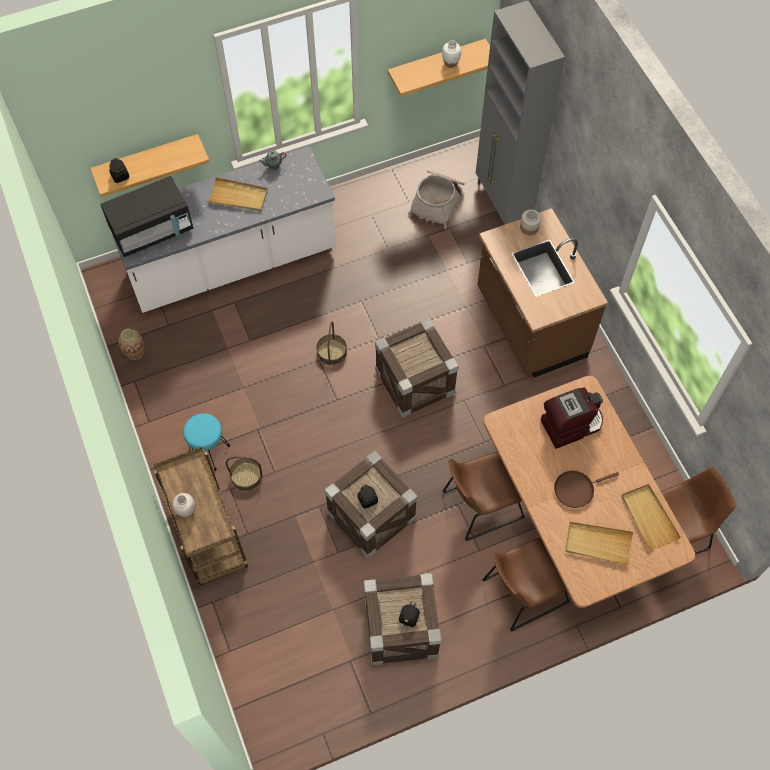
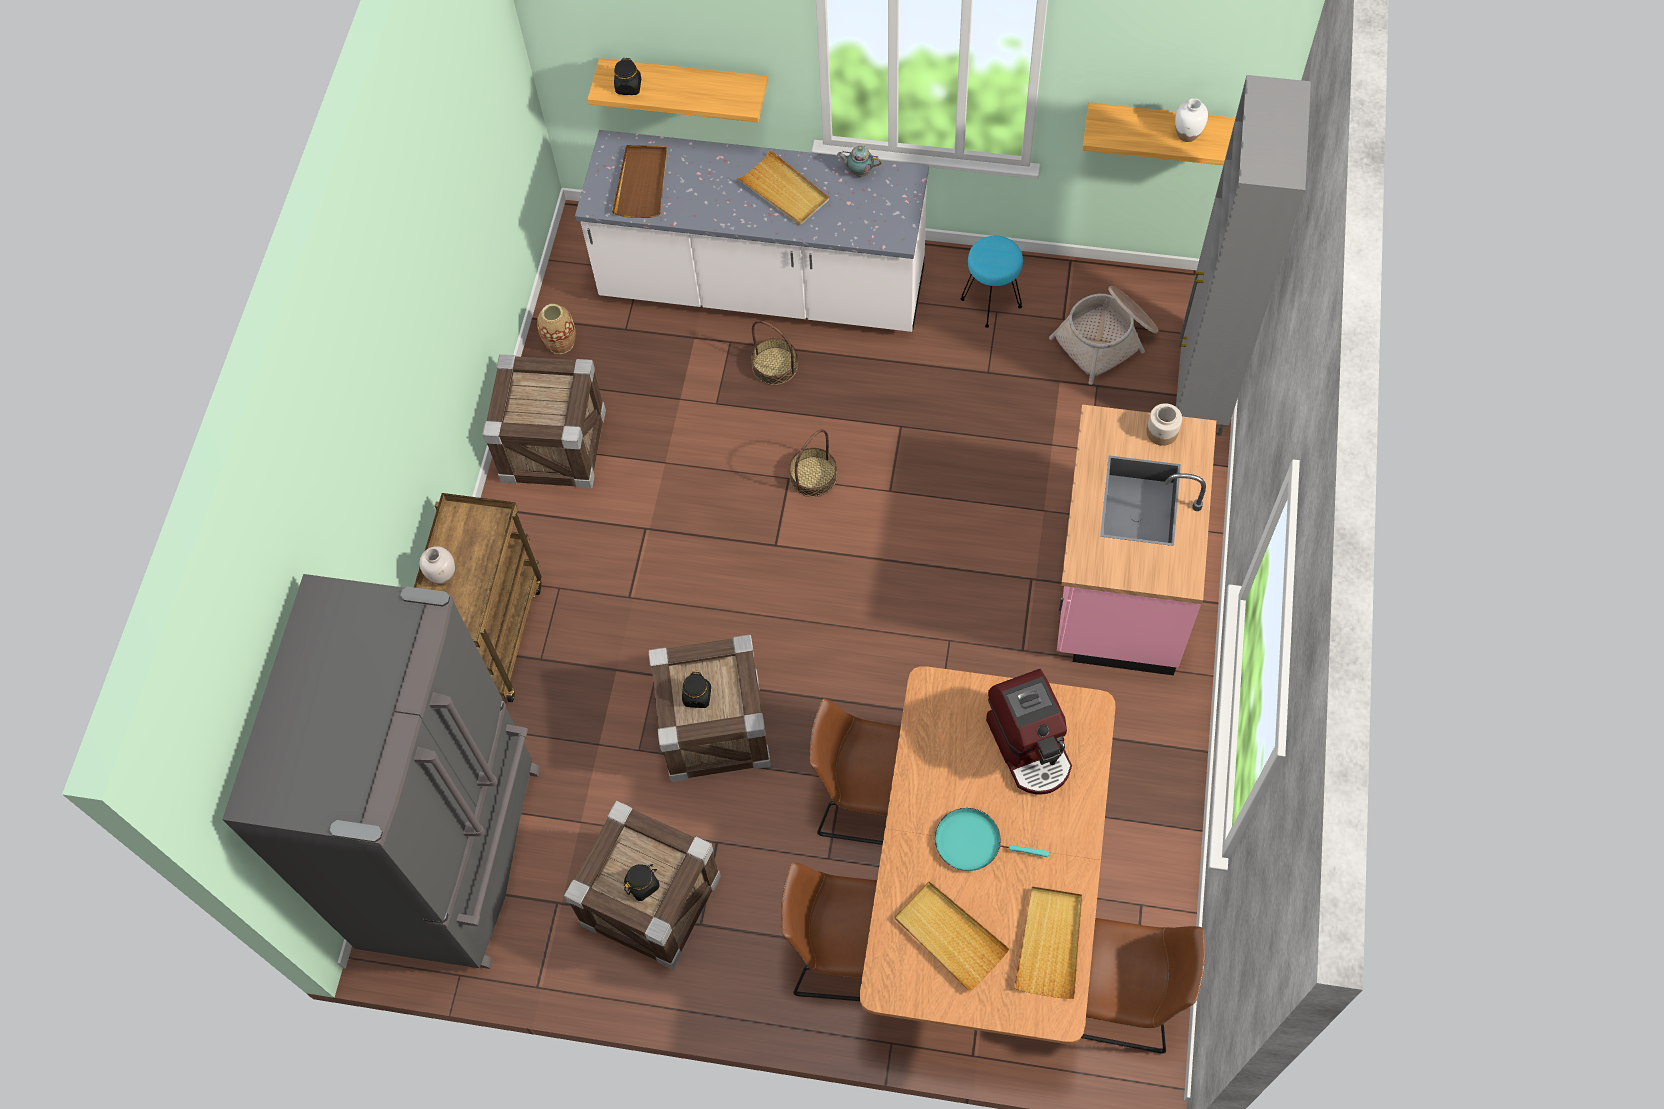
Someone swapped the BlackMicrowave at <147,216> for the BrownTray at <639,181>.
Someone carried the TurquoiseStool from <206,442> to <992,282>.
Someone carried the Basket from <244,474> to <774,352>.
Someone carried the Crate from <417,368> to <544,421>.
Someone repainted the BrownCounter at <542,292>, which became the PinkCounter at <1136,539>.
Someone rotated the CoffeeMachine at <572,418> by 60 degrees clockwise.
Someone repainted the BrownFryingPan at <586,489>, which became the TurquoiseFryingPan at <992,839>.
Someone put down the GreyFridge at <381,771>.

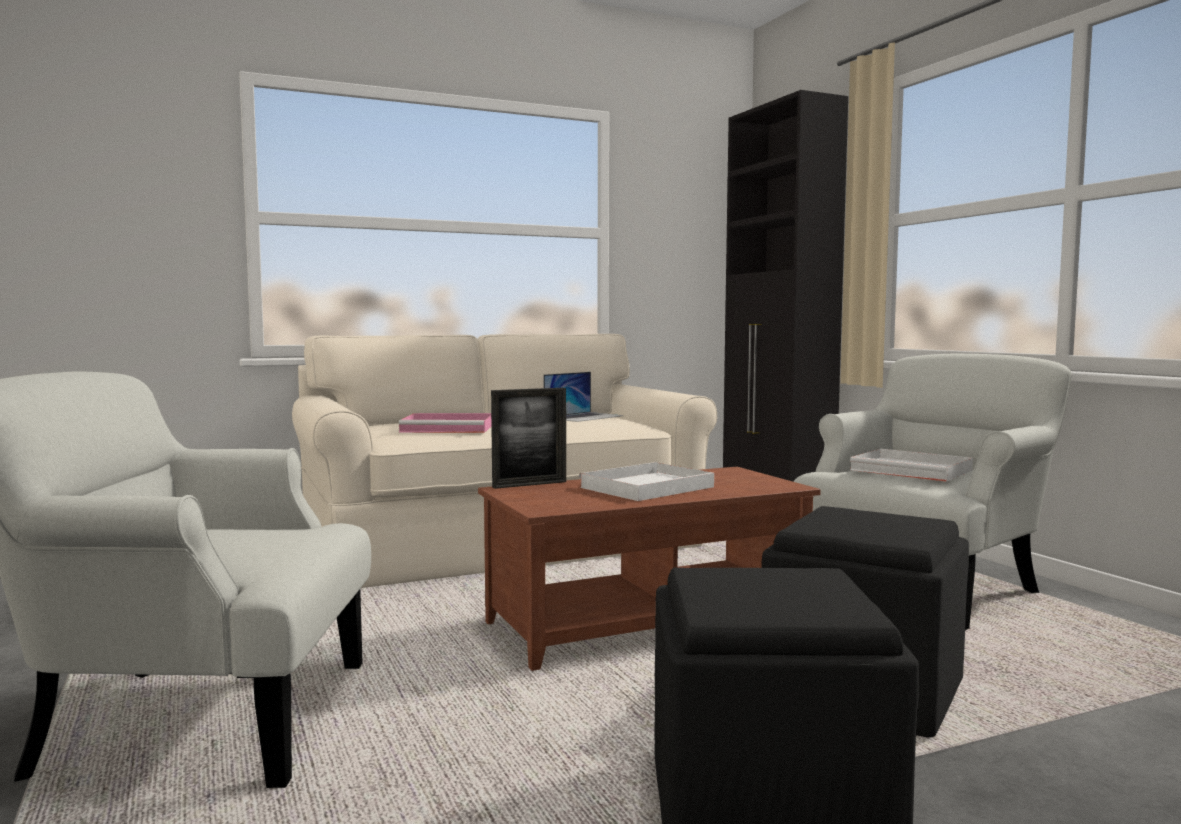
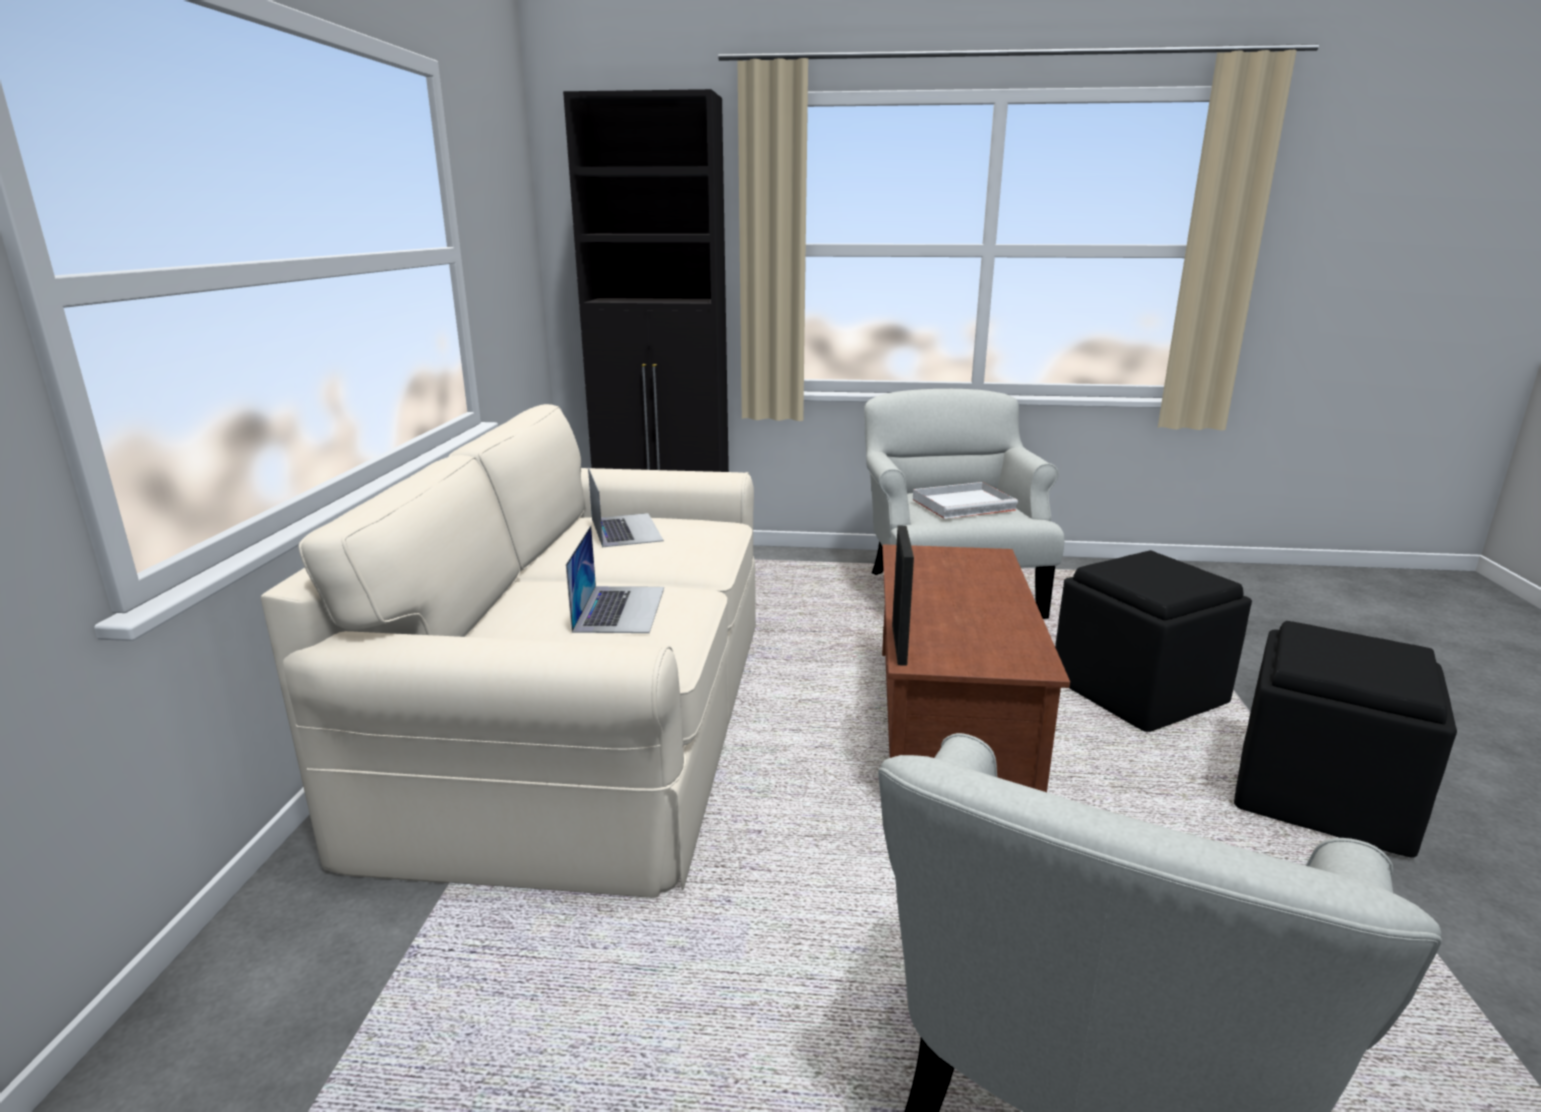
Someone swapped the PinkTray at <445,423> for the Laptop at <615,579>.
Someone took away the WhiteTray at <646,481>.

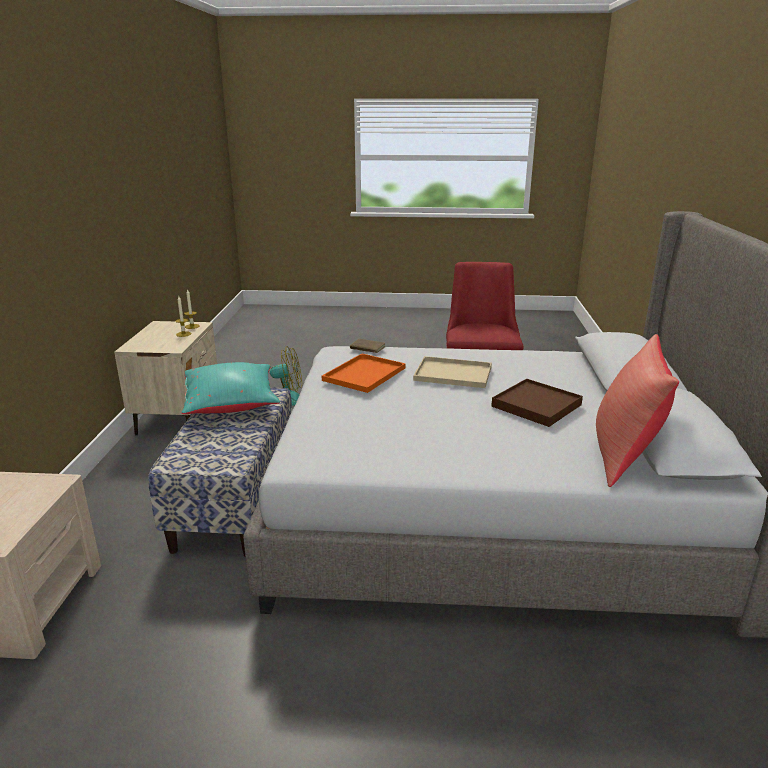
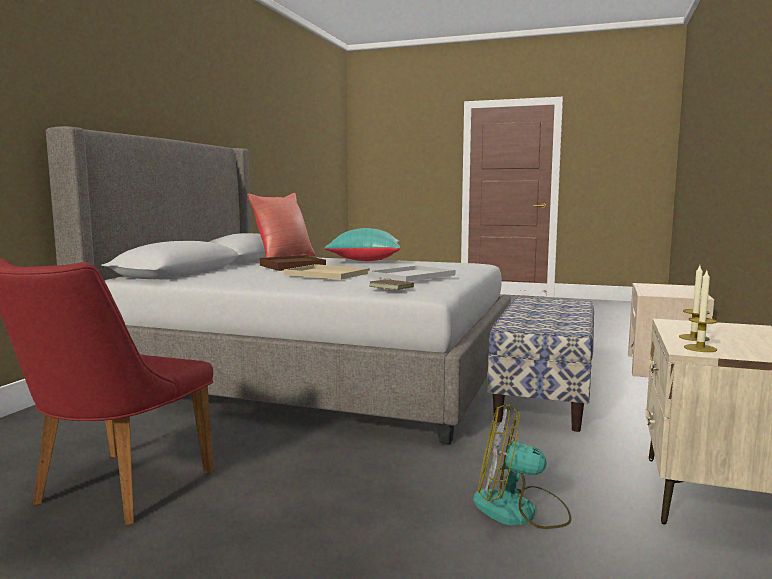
Someone carried the TurquoisePillow from <230,388> to <362,244>.
Someone repainted the OrangeTray at <363,373>, which became the WhiteTray at <411,273>.

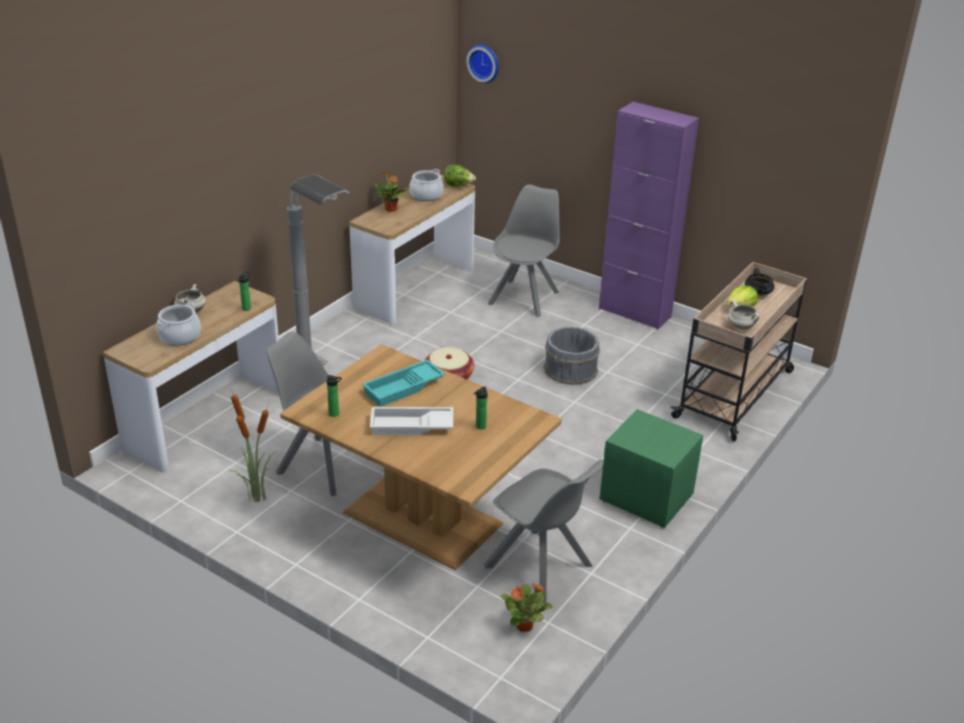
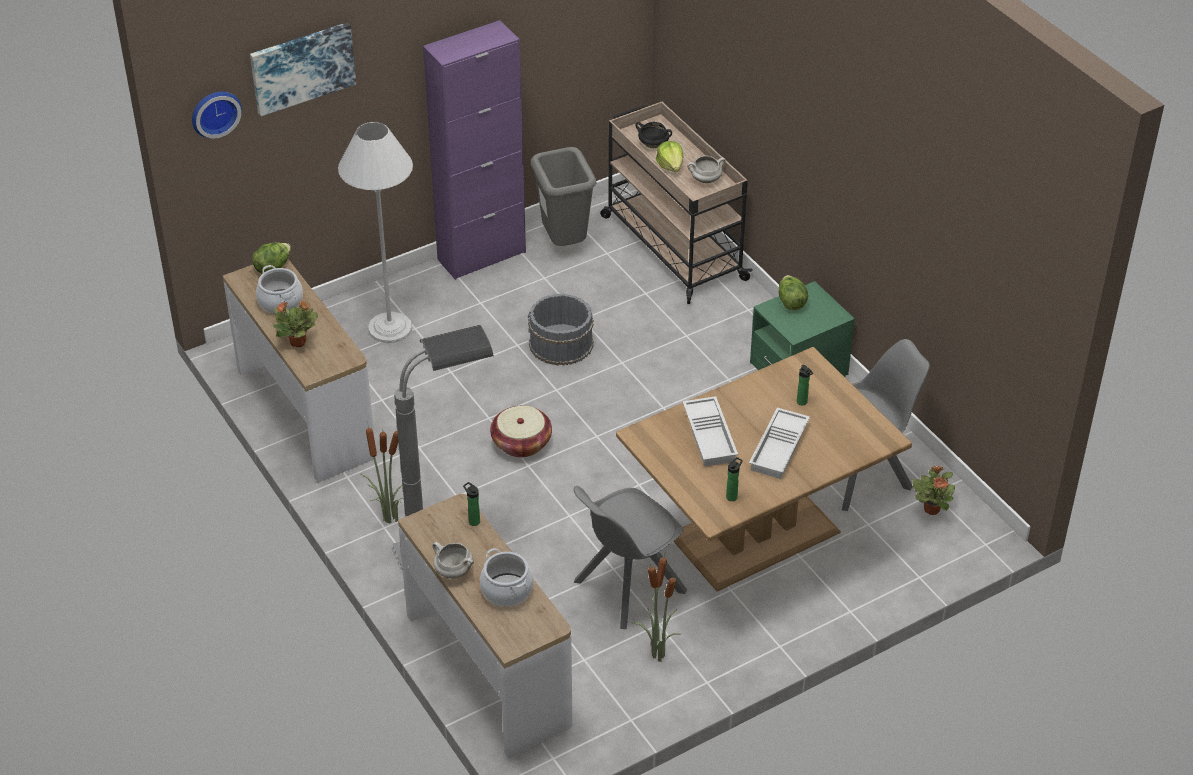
Someone repainted the TurquoiseTray at <403,383>, which became the WhiteTray at <710,431>.
Someone swapped the GreyChair at <524,250> for the WhiteFloorLamp at <375,232>.
Someone put up the Picture at <303,69>.
Someone put down the PottedPlant at <382,472>.
Someone put down the GreyTrashCan at <563,196>.
Someone put down the Lettuce at <793,292>.

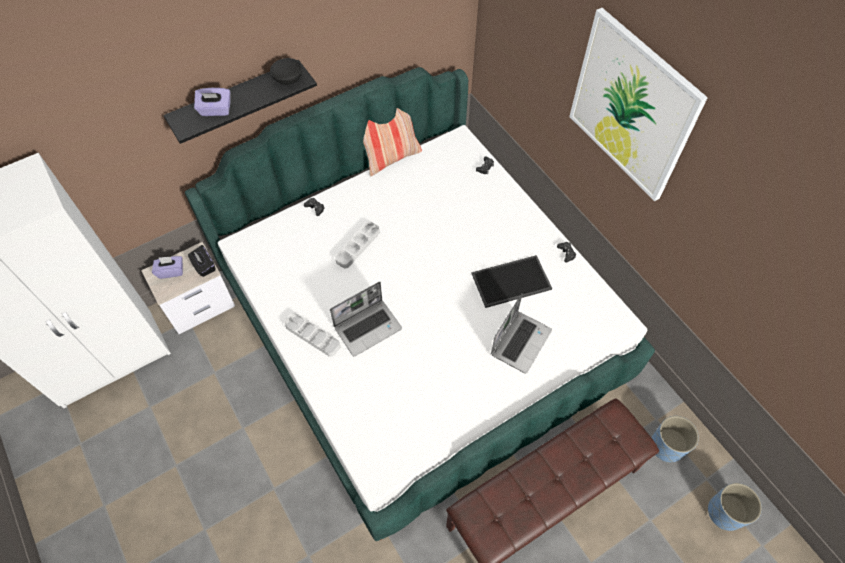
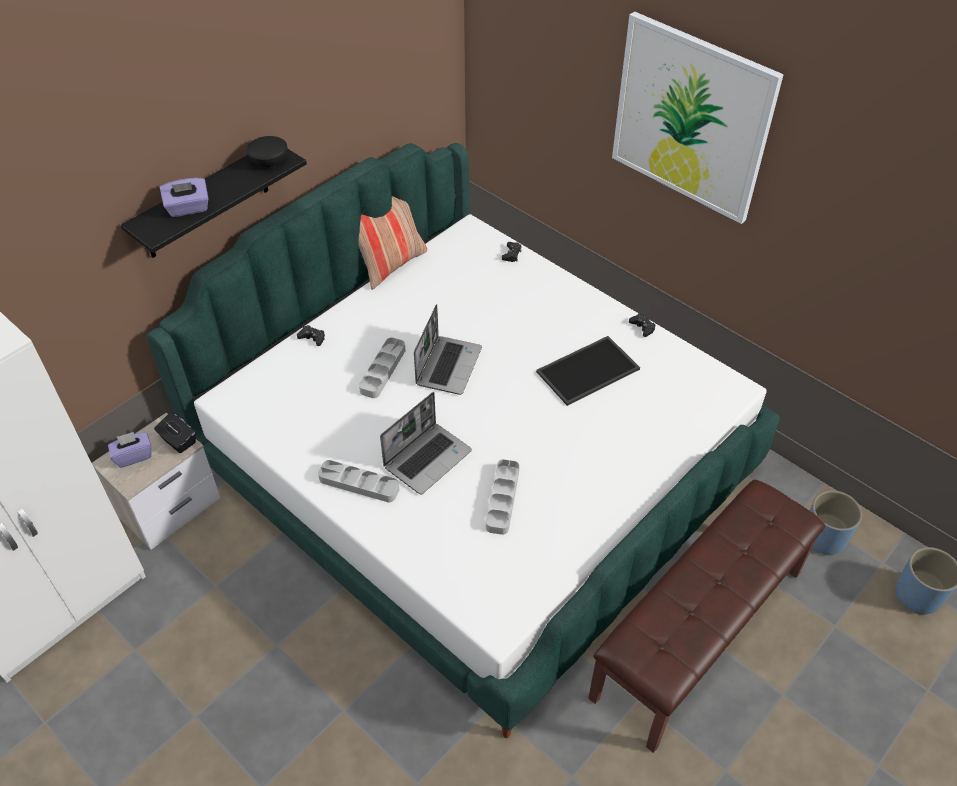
Someone carried the Laptop from <521,333> to <448,349>.
Someone put down the GreyTray at <503,497>.

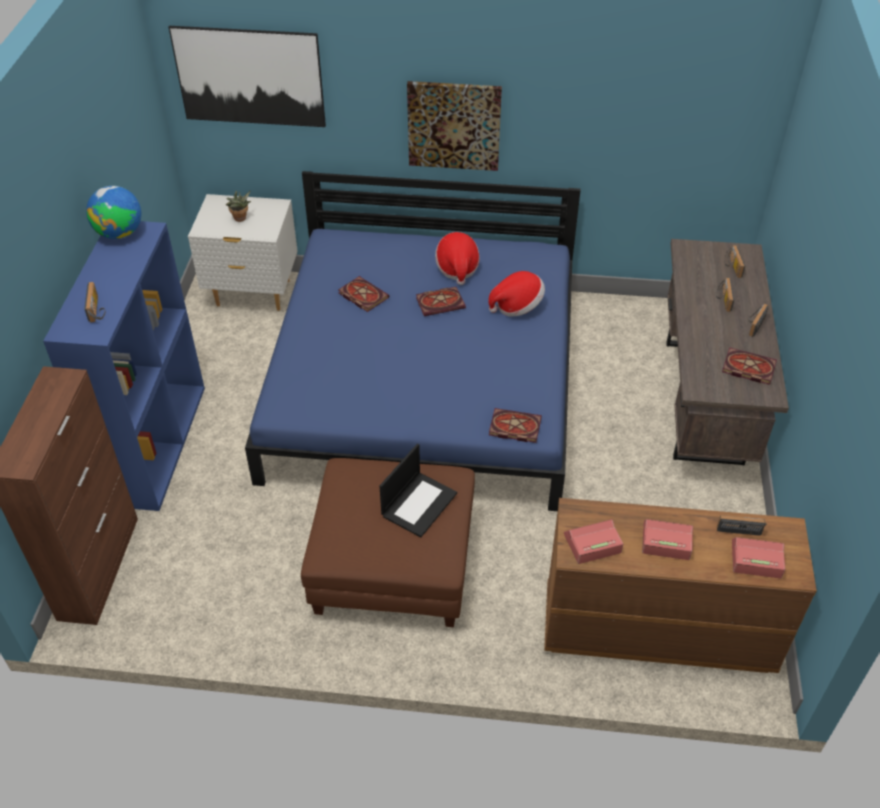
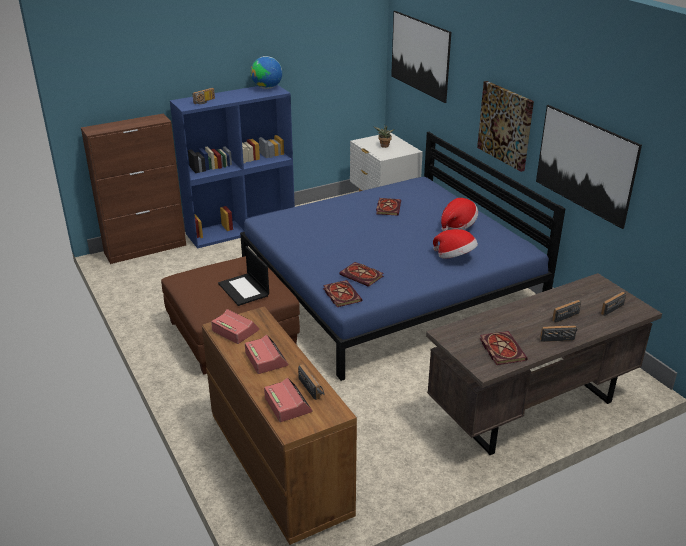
Someone rotated the Laptop at <418,490> by 60 degrees clockwise.
Someone carried the Book from <441,301> to <361,274>.
Someone put up the Picture at <589,167>.

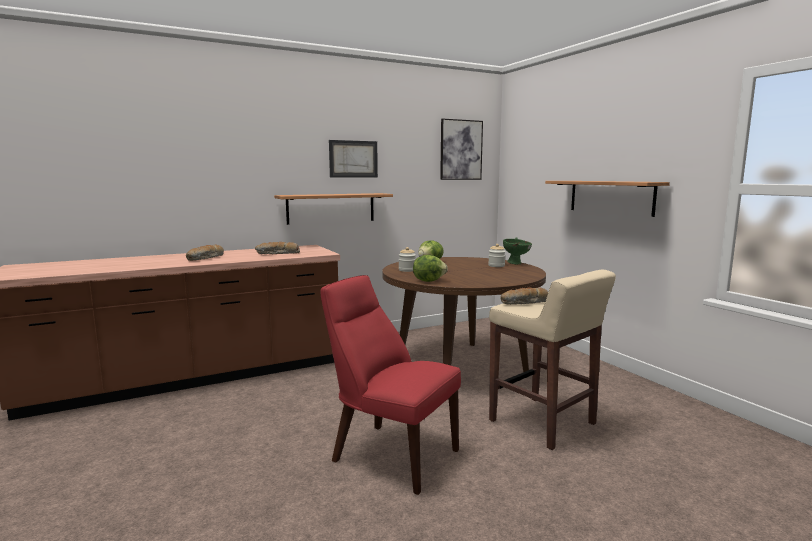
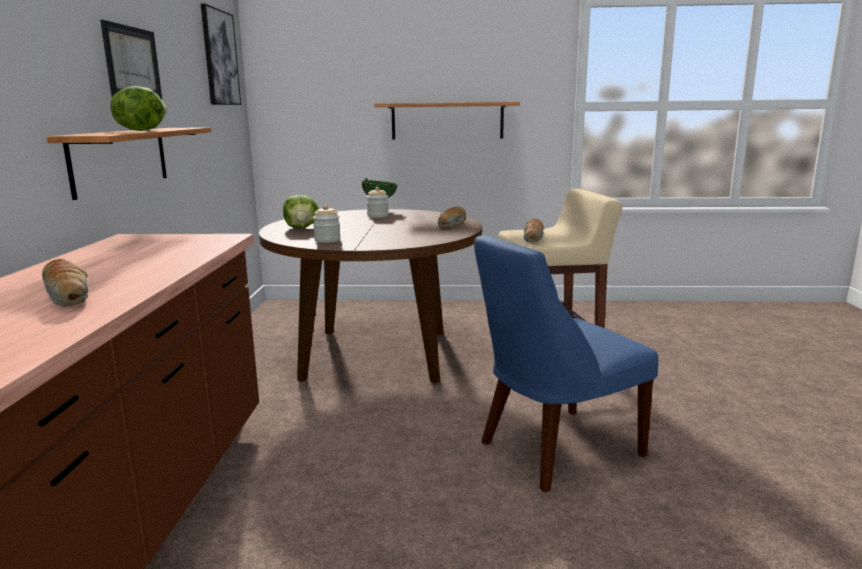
Someone carried the Bread from <277,248> to <452,217>.
Someone repainted the RedChair at <391,385>, which became the BlueChair at <566,363>.
Someone carried the Lettuce from <430,268> to <139,108>.

